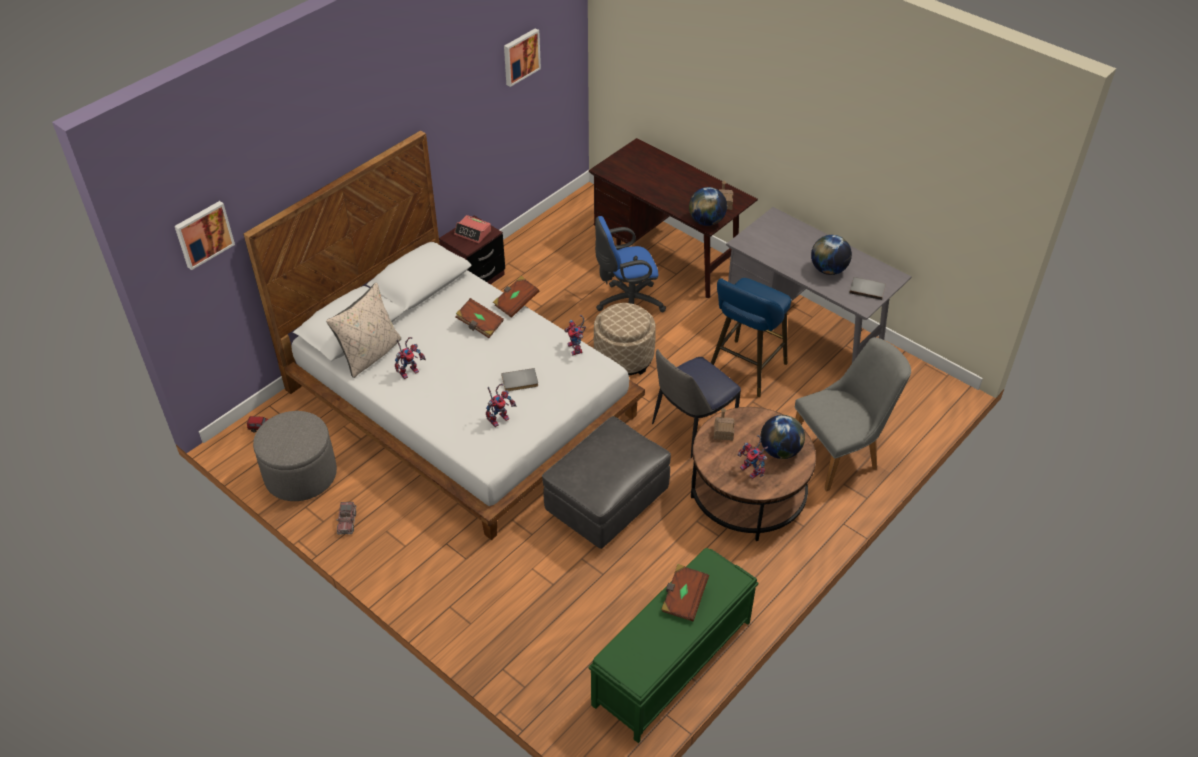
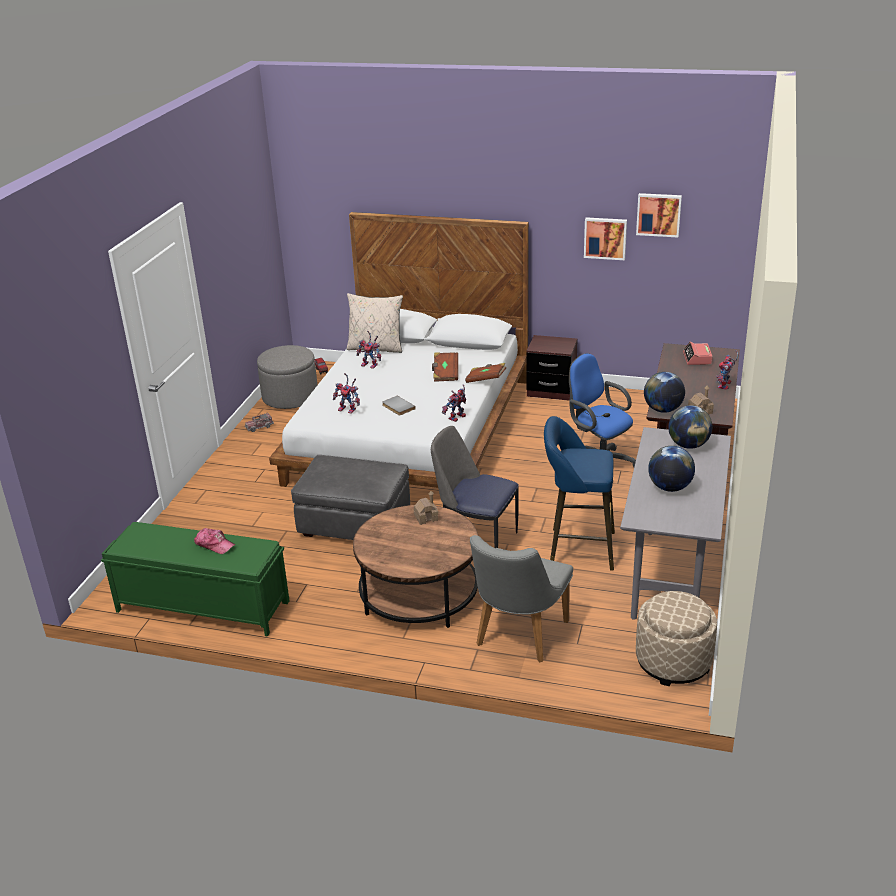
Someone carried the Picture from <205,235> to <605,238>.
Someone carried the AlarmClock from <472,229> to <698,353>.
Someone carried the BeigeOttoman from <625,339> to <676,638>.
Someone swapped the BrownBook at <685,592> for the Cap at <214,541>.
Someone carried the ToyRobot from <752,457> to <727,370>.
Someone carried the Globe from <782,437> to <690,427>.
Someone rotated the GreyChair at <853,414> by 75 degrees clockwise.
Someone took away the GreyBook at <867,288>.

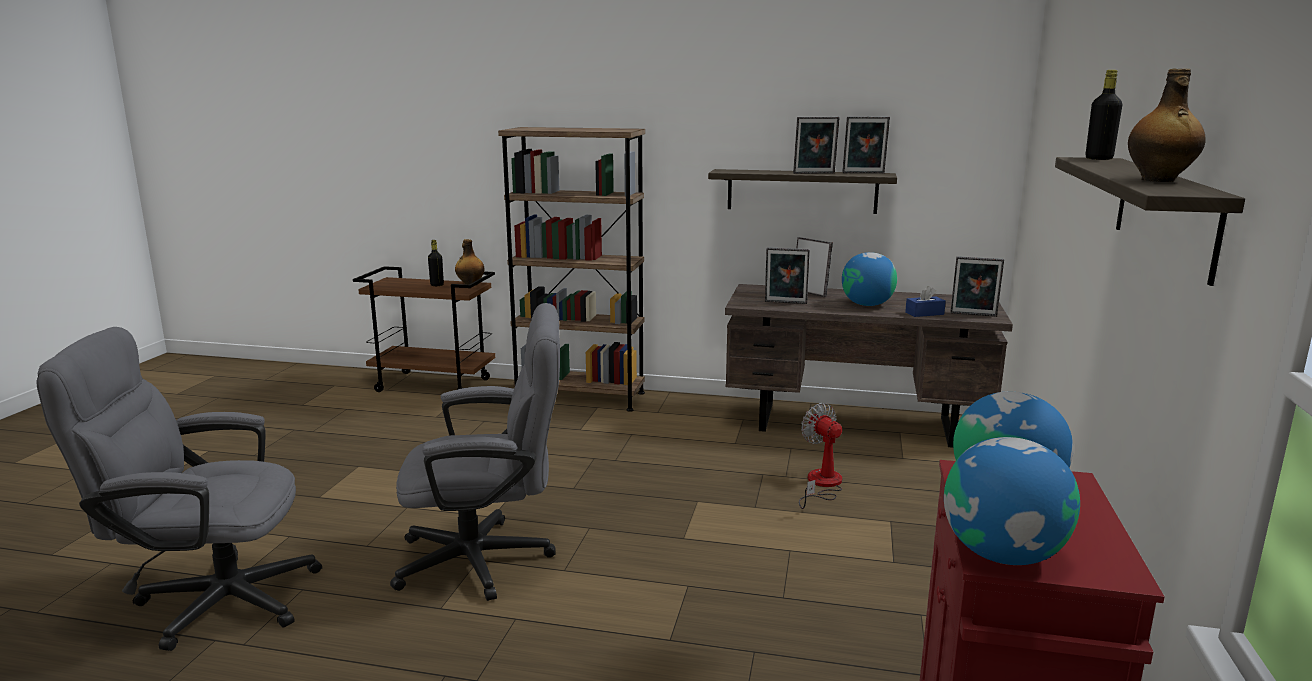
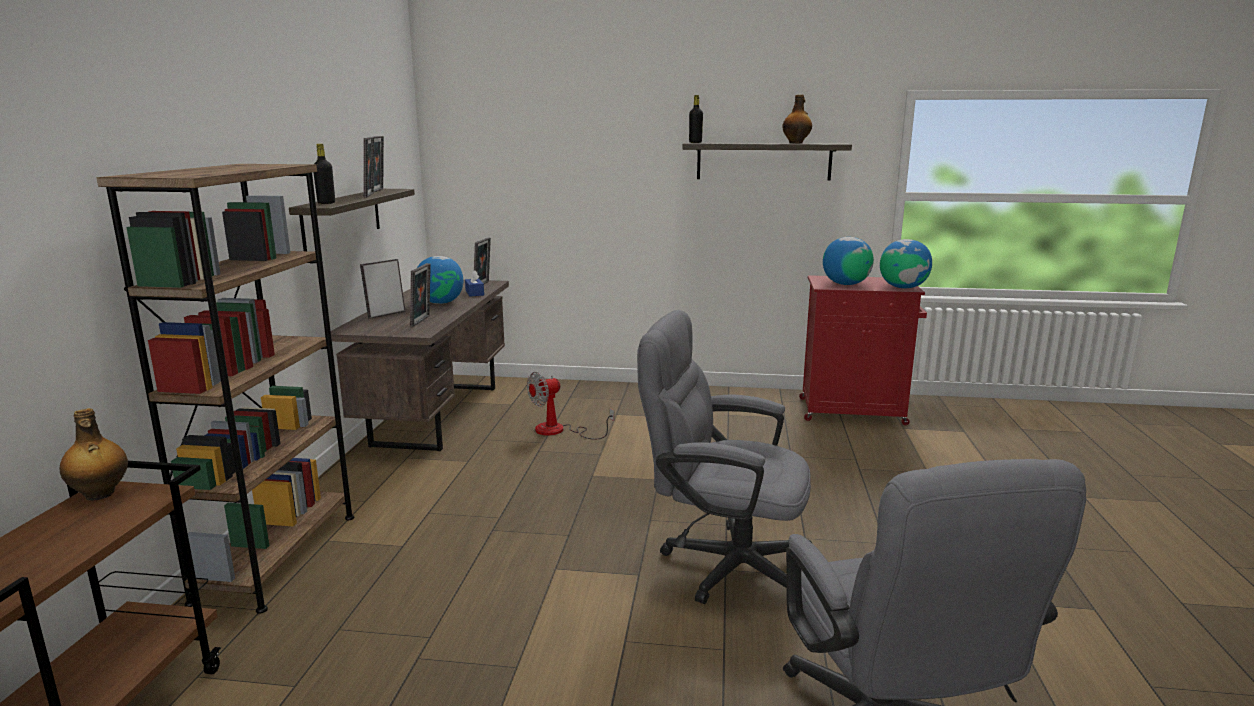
Someone rotated the GreyOfficeChair at <475,452> by 60 degrees counterclockwise.
Someone carried the BlackBottle from <436,263> to <324,174>.

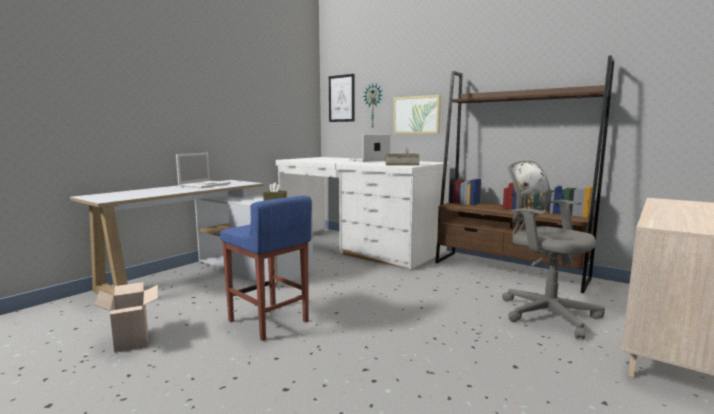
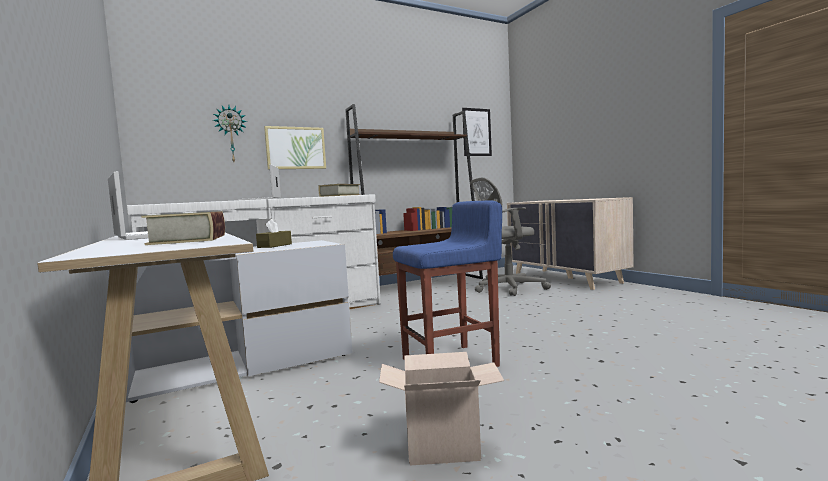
Someone carried the Picture from <342,98> to <477,132>.
Someone put down the Book at <183,228>.

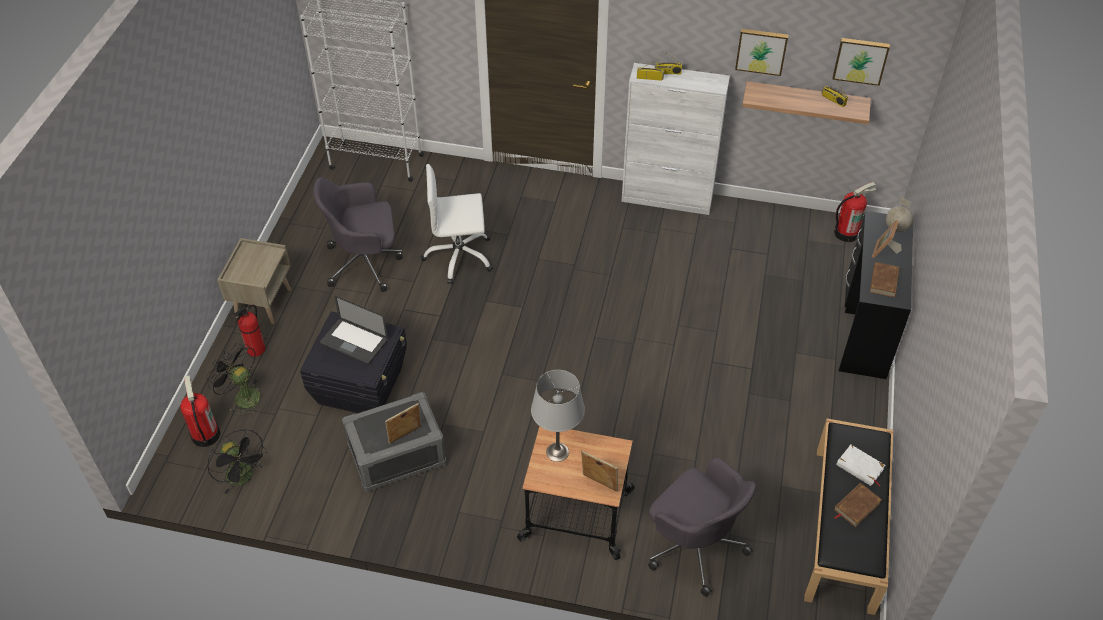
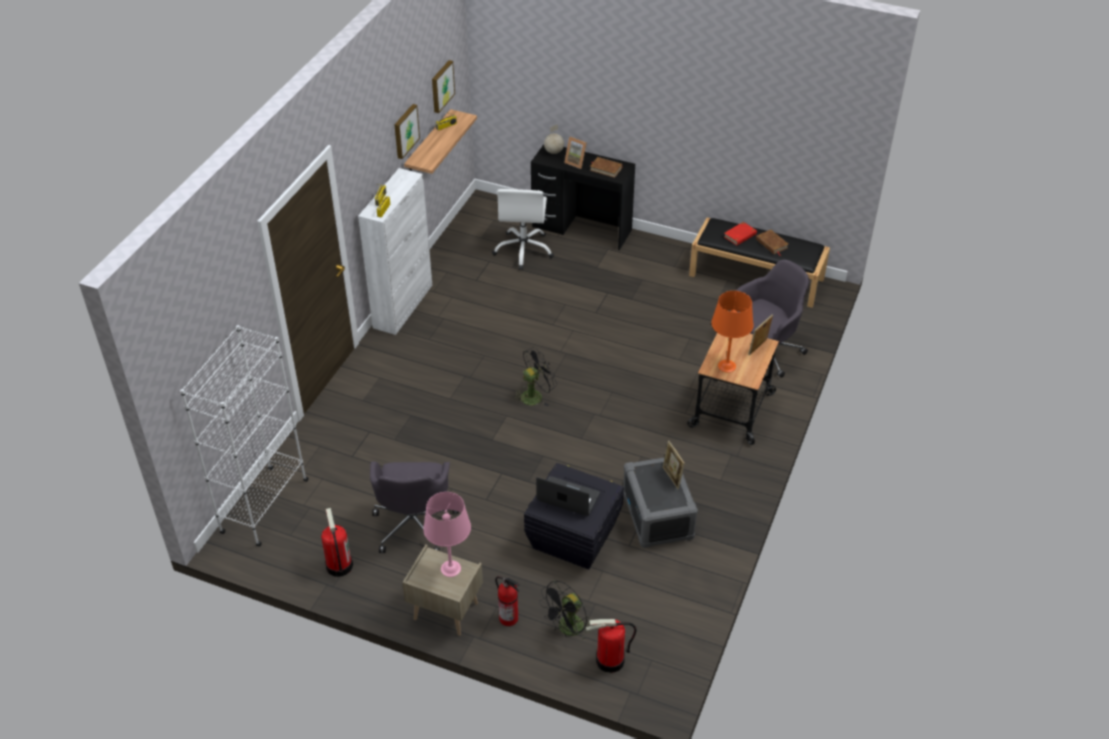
Someone carried the BlackFan from <237,461> to <535,376>.
Someone rotated the Laptop at <354,330> by 105 degrees counterclockwise.
Someone carried the WhiteOfficeChair from <457,224> to <523,229>.
Someone repainted the GreyTableLamp at <558,416>, which became the OrangeTableLamp at <732,331>.
Someone carried the FireExtinguisher from <855,212> to <337,542>.
Someone repainted the WhiteBook at <860,466>, which became the RedBook at <740,233>.
Someone put down the PinkTableLamp at <447,534>.

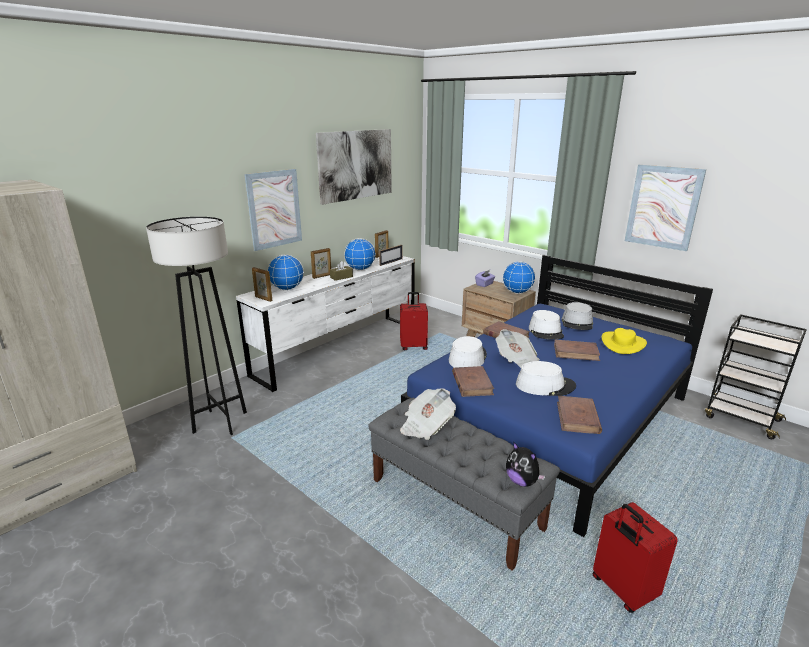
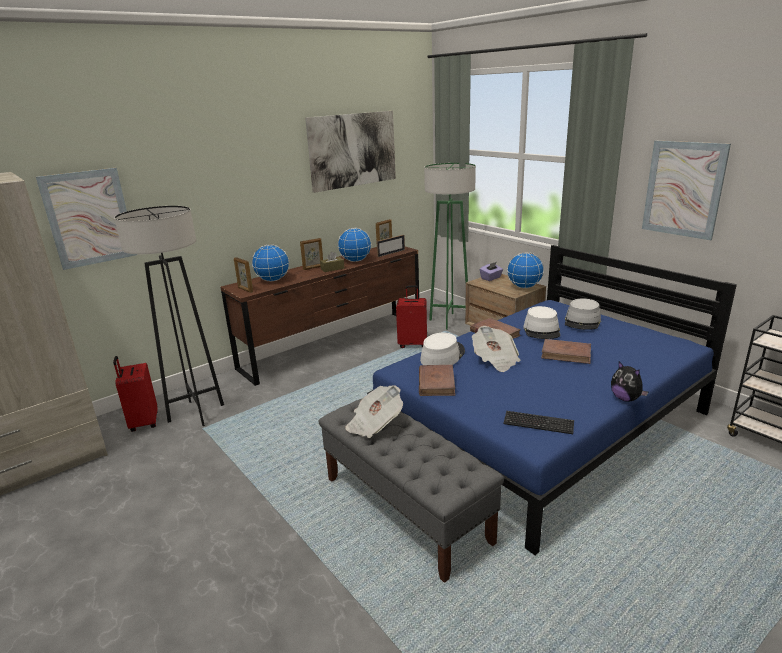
Someone repainted the WhiteDresser at <325,324>, which became the BrownDresser at <320,316>.
Someone carried the Picture from <273,210> to <86,219>.
Someone carried the PlushToy from <526,464> to <629,381>.
Someone took away the WhiteHat at <546,378>.
Someone swapped the BrownBook at <579,415> for the Keyboard at <538,422>.
Someone carried the RedSuitcase from <635,557> to <135,394>.
Someone took away the YellowHat at <624,341>.
Someone put down the GreenFloorLamp at <450,246>.

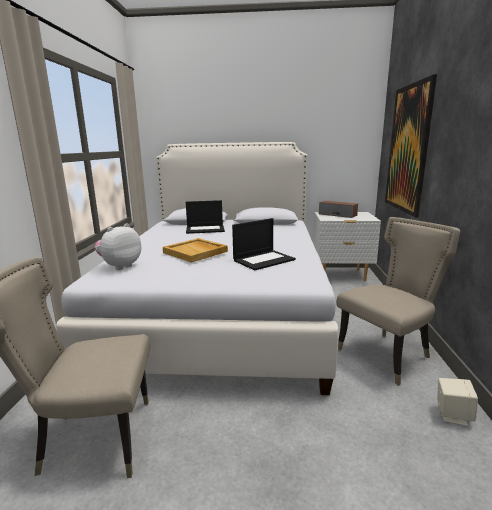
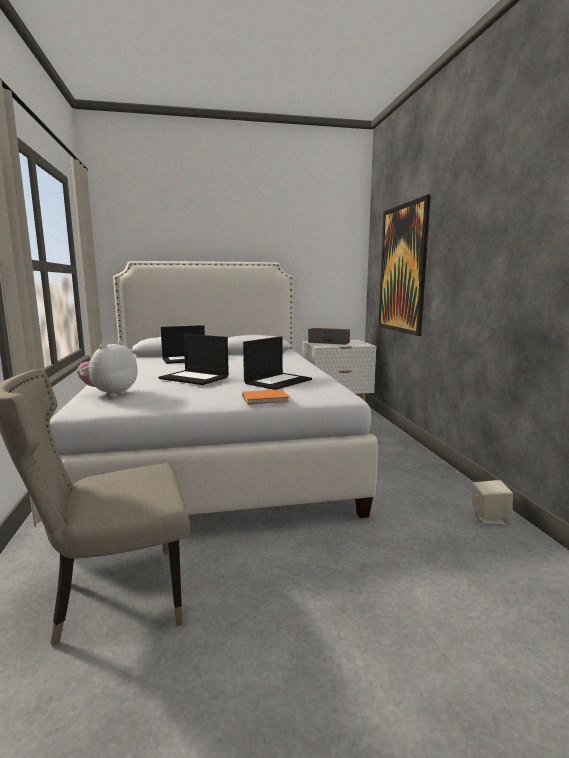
Someone swapped the BeigeTray at <195,250> for the Laptop at <193,359>.
Someone took away the BeigeChair at <398,301>.
Someone put down the OrangeBook at <265,397>.

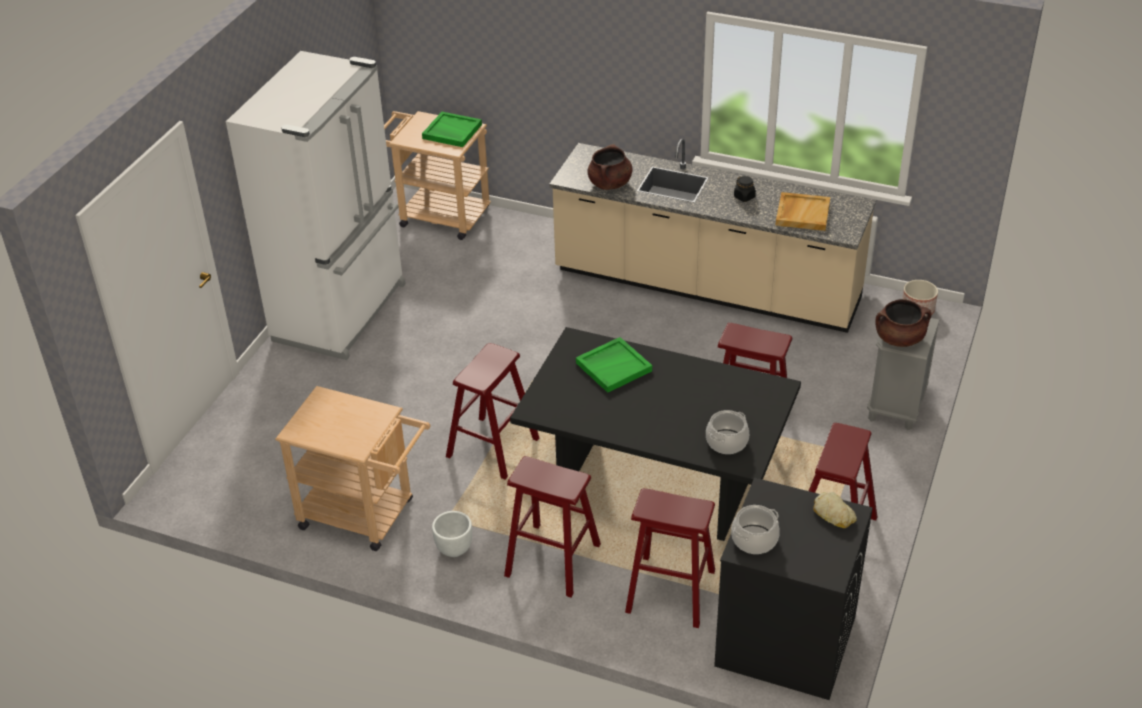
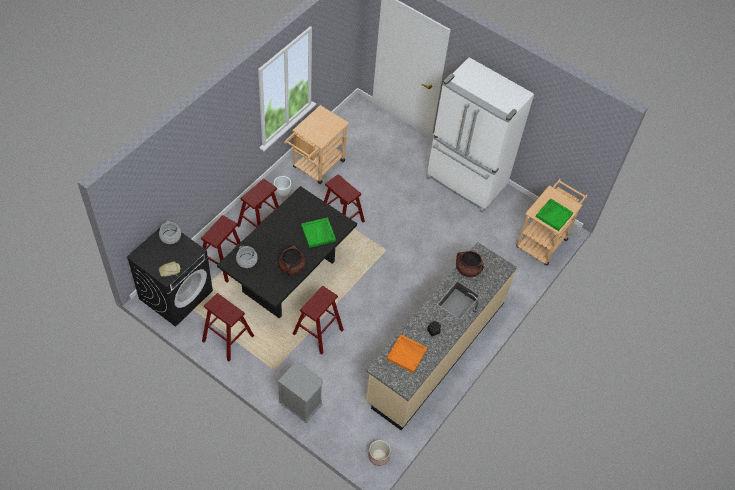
Someone repainted the BeigeTray at <802,211>, which became the OrangeTray at <406,353>.
Someone carried the BrownCookingPot from <903,323> to <292,261>.

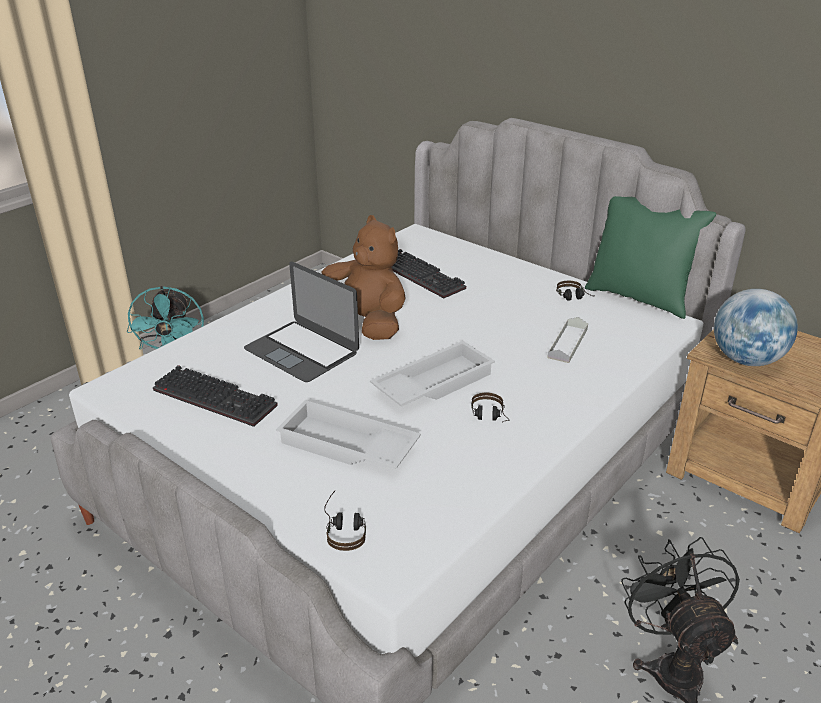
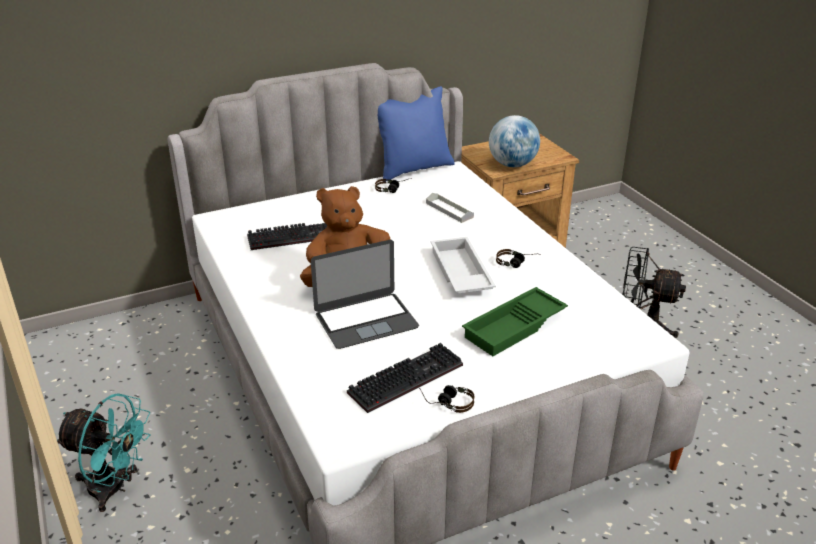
Someone repainted the WhiteTray at <348,434>, which became the GreenTray at <515,321>.
Someone carried the Headphones from <345,520> to <446,399>.
Someone repainted the GreenPillow at <650,257>, which became the BluePillow at <416,133>.

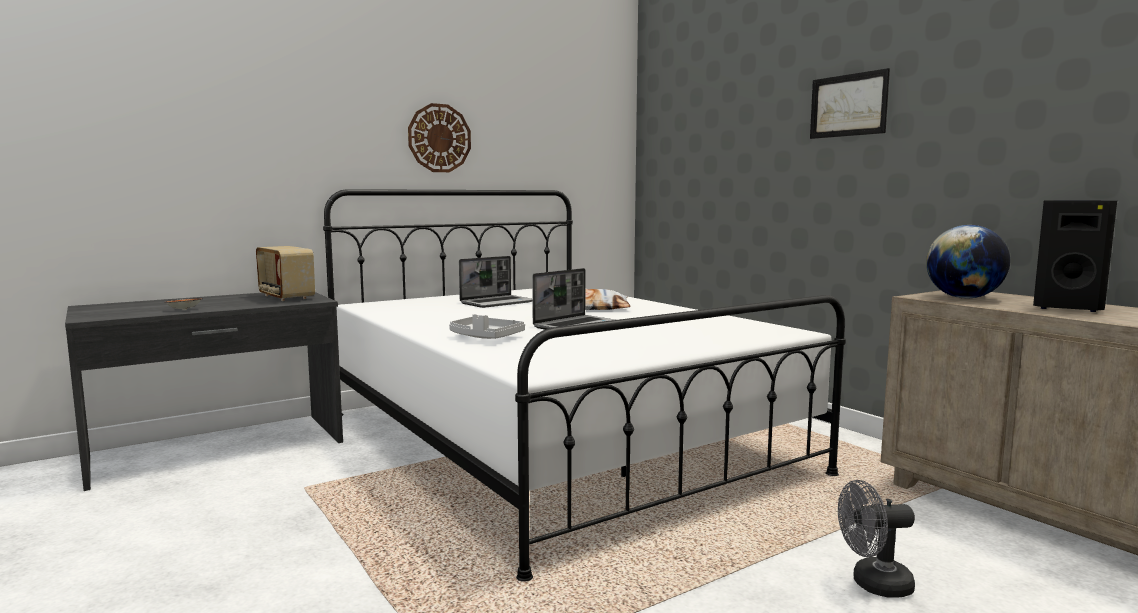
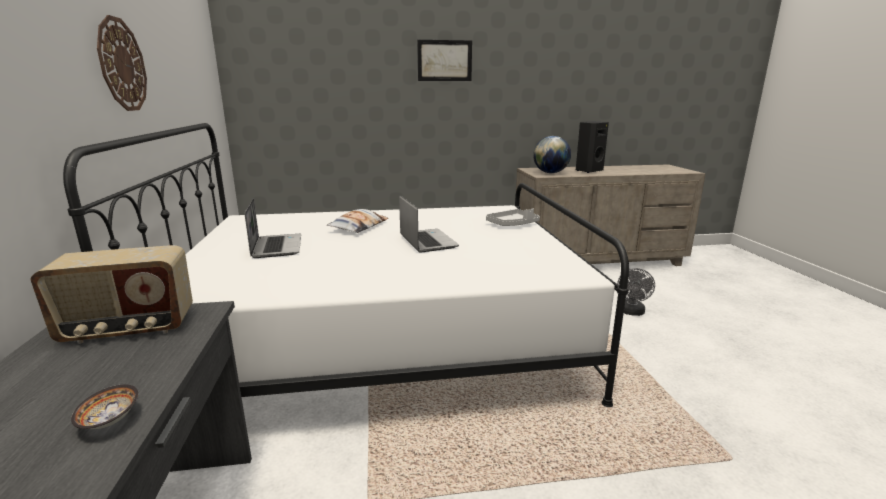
Someone carried the GreyTray from <487,326> to <513,217>.

